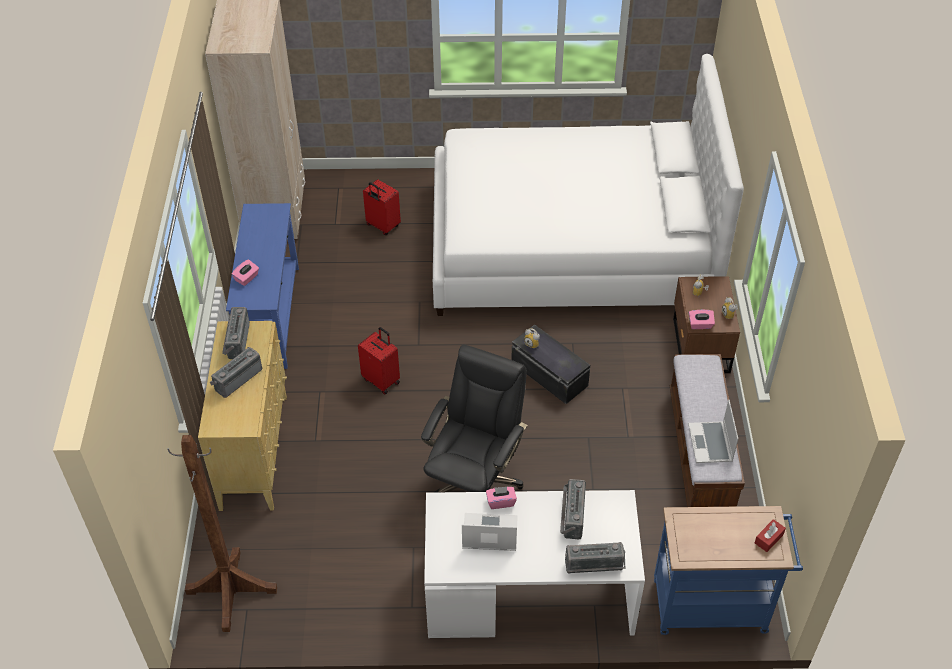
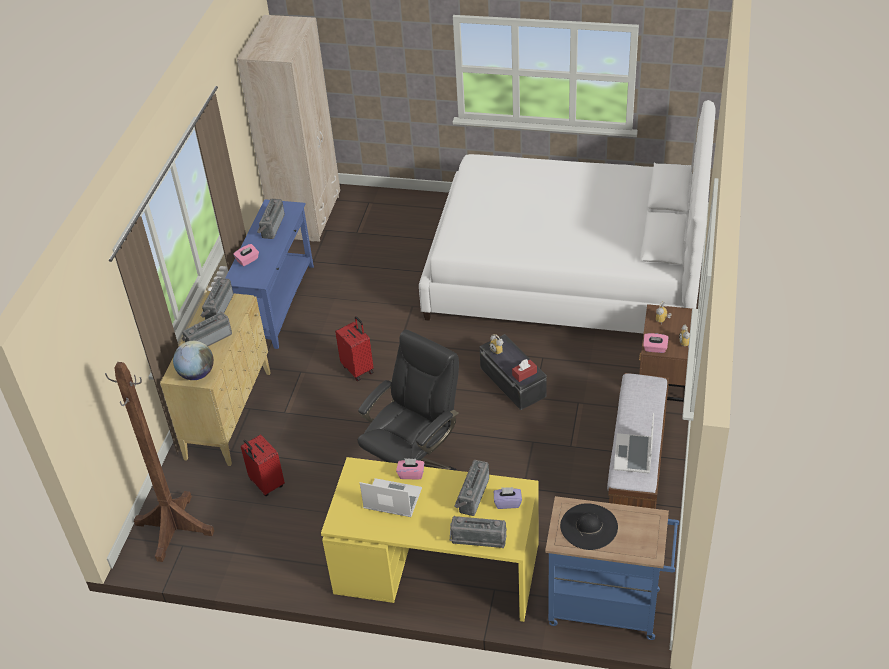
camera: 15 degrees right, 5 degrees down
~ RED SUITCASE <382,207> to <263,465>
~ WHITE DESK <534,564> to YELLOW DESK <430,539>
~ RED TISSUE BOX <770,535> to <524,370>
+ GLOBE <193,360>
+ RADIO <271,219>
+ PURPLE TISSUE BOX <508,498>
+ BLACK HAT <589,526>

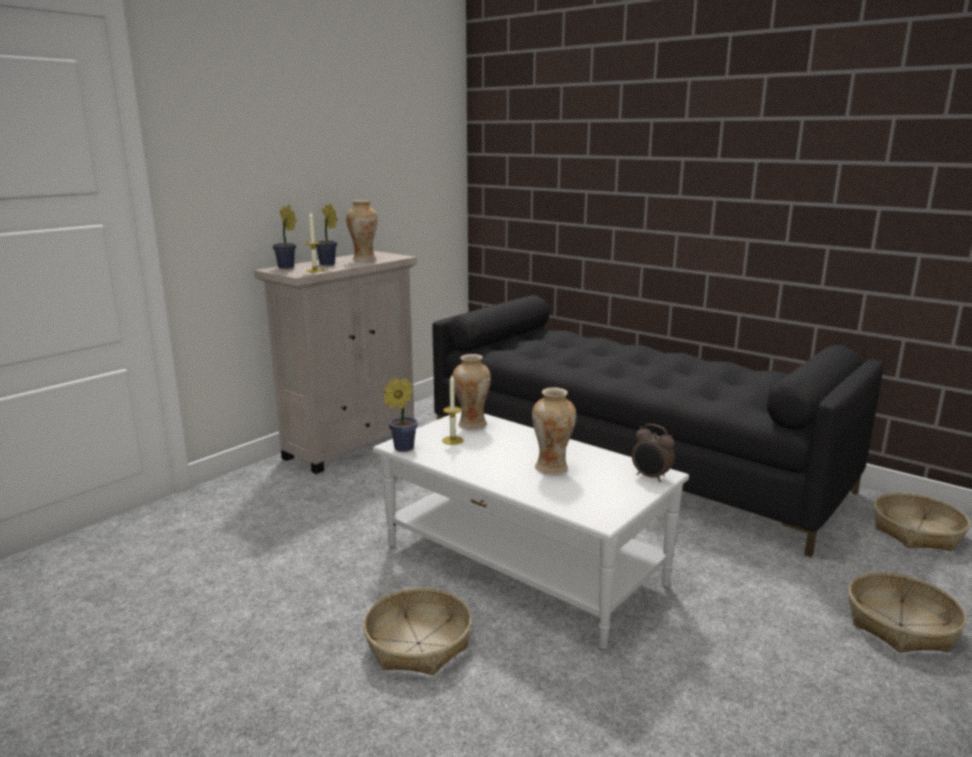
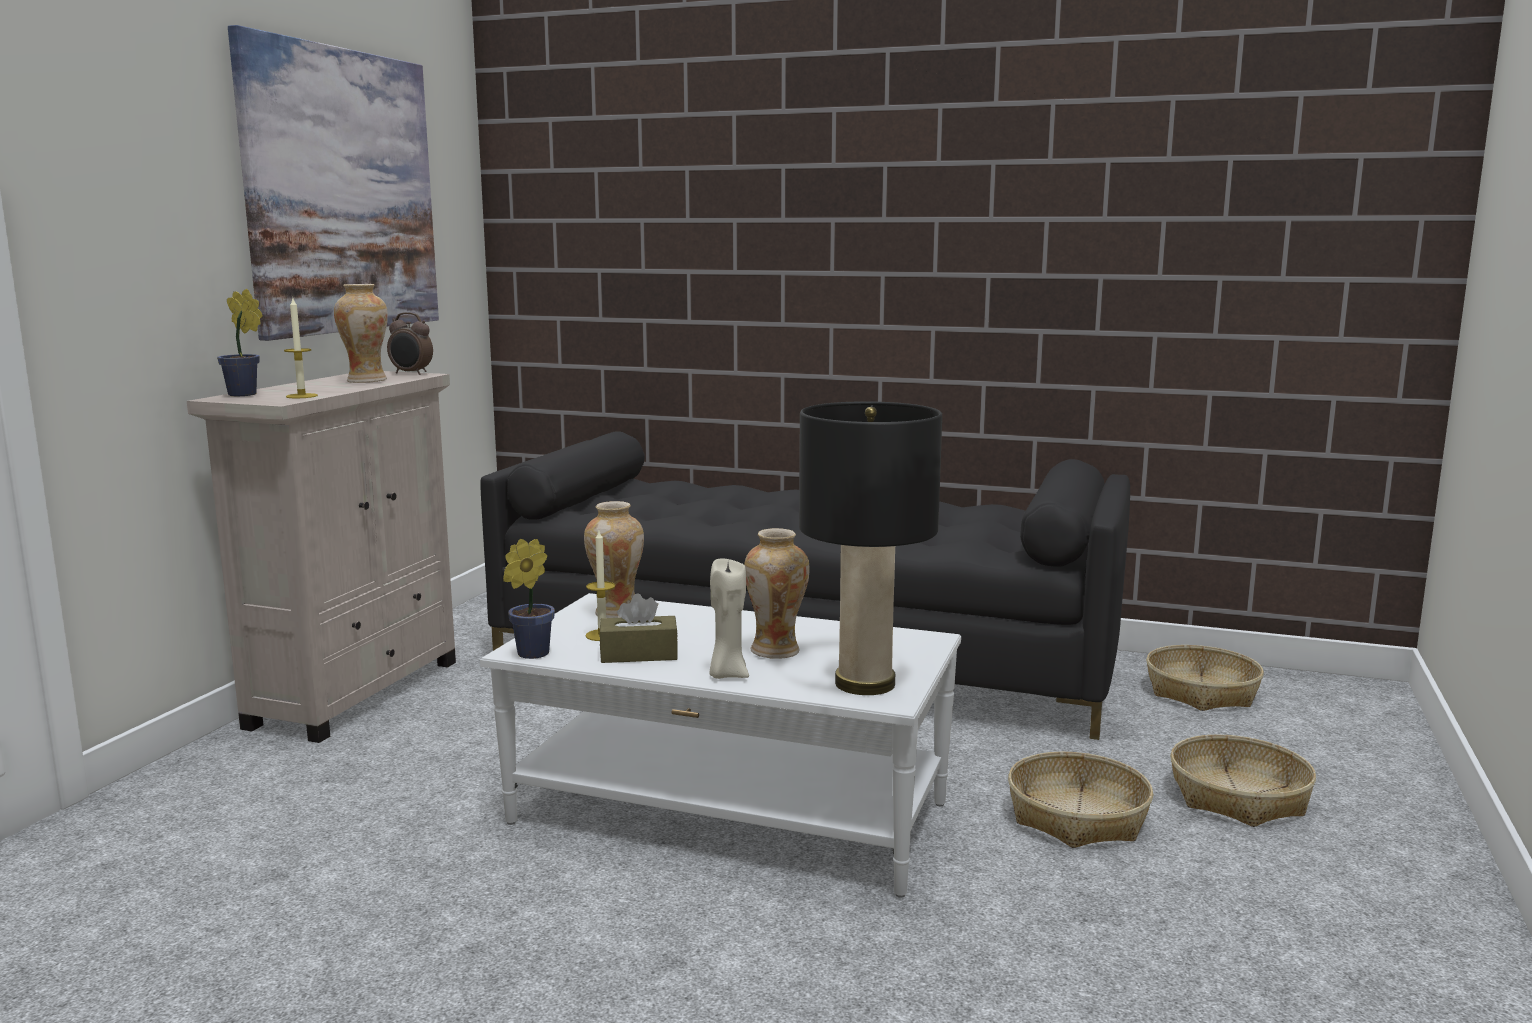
camera: 20 degrees left, 5 degrees down
- POTTED PLANT <327,234>
~ BASKET <417,631> to <1080,800>
~ ALARM CLOCK <653,453> to <410,343>
+ PICTURE <333,183>
+ BROWN TISSUE BOX <638,628>
+ BEIGE CANDLE <729,618>
+ BLACK TABLE LAMP <870,548>

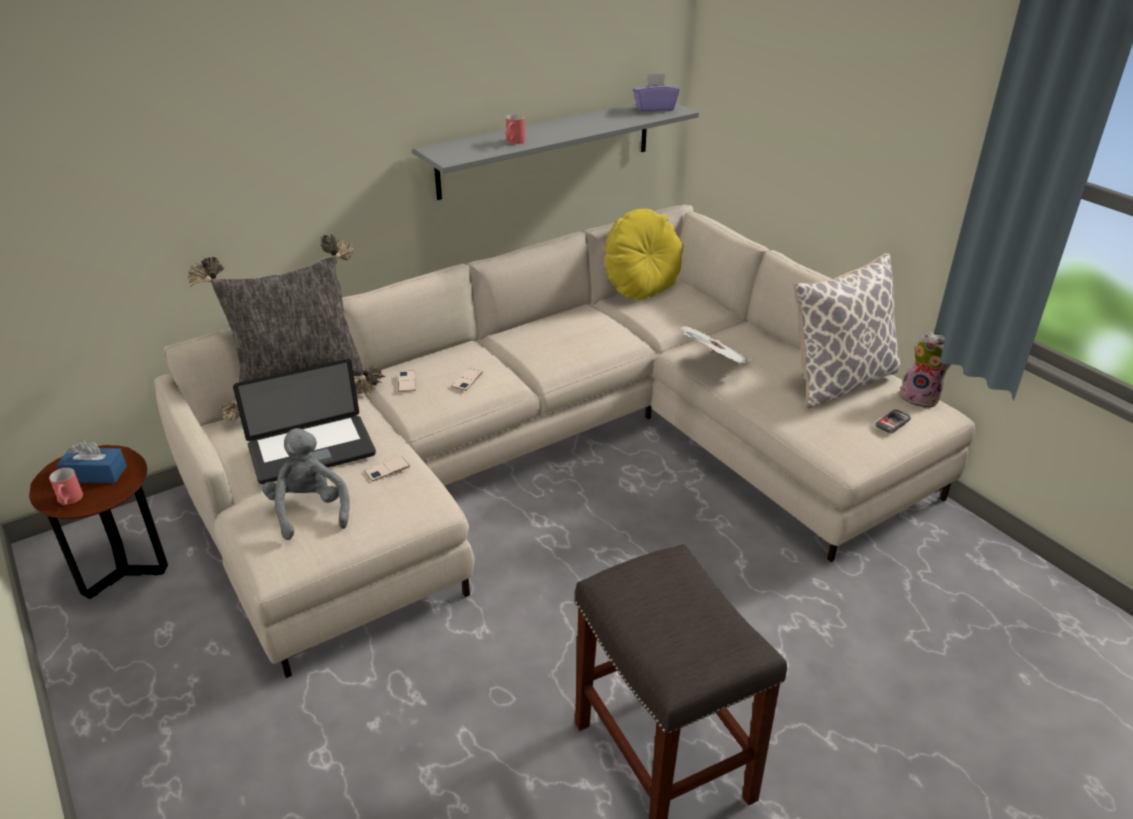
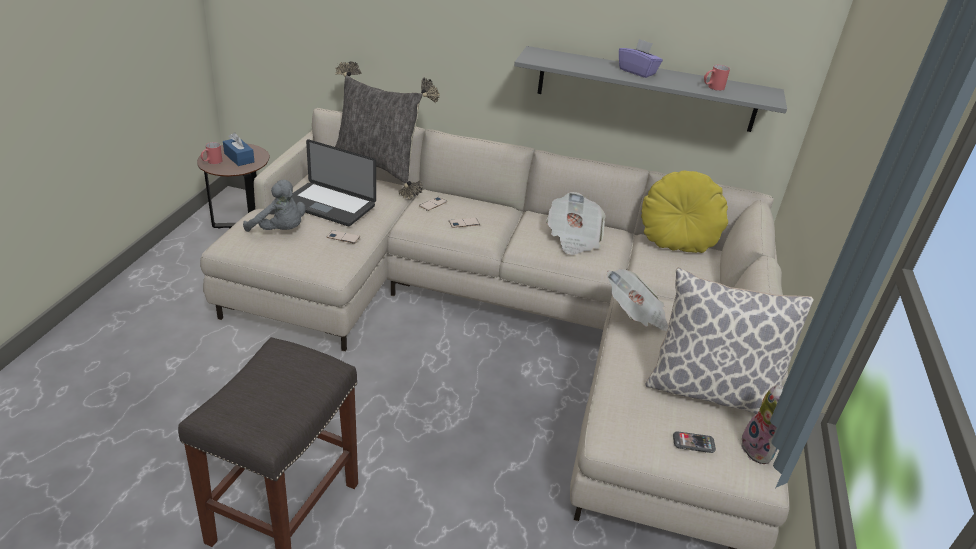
camera: 45 degrees right, 0 degrees up
~ GREY PLUSH TOY <305,484> = <274,205> 90 degrees clockwise
~ RED MUG <516,129> to <717,78>
~ PURPLE TISSUE BOX <656,93> to <641,58>
+ NEWSPAPER <576,223>

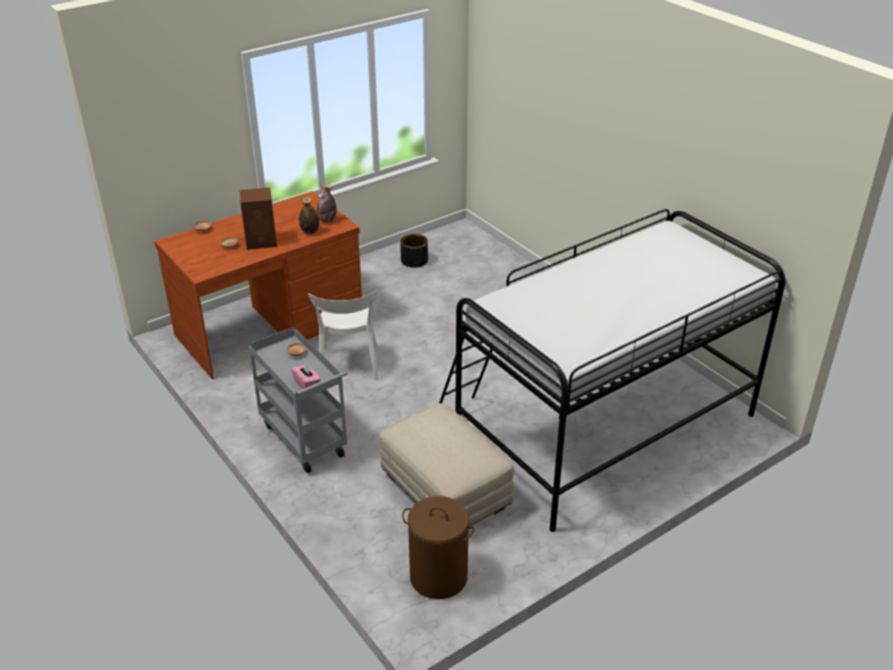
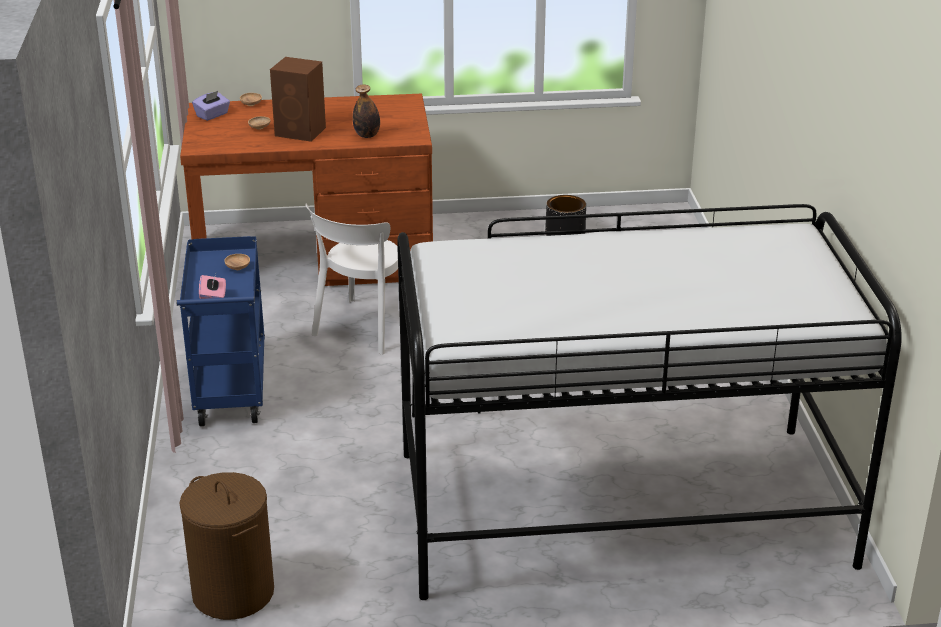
camera: 30 degrees right, 5 degrees down
~ GREY CART <298,400> to BLUE CART <220,331>
- BOTTLE <327,204>
- BEIGE OTTOMAN <447,464>
+ PURPLE TISSUE BOX <211,106>

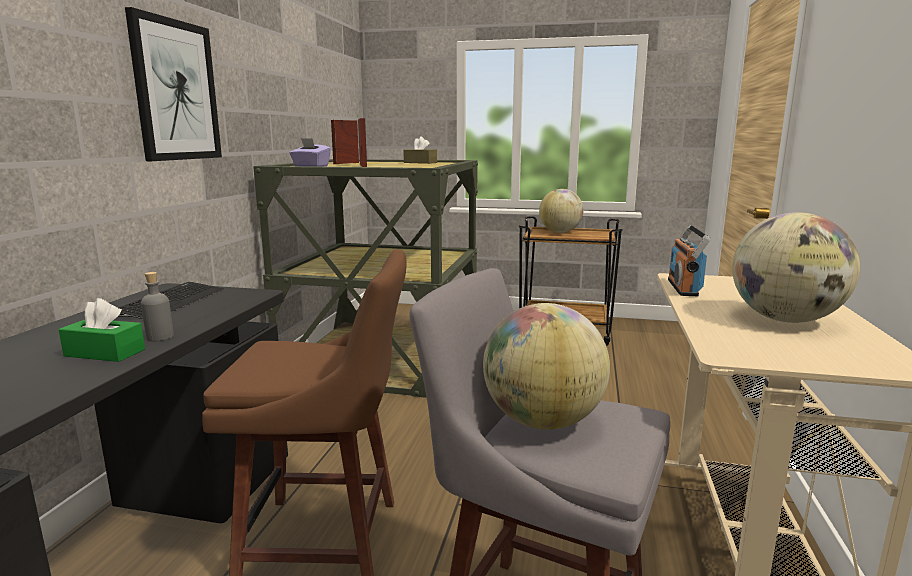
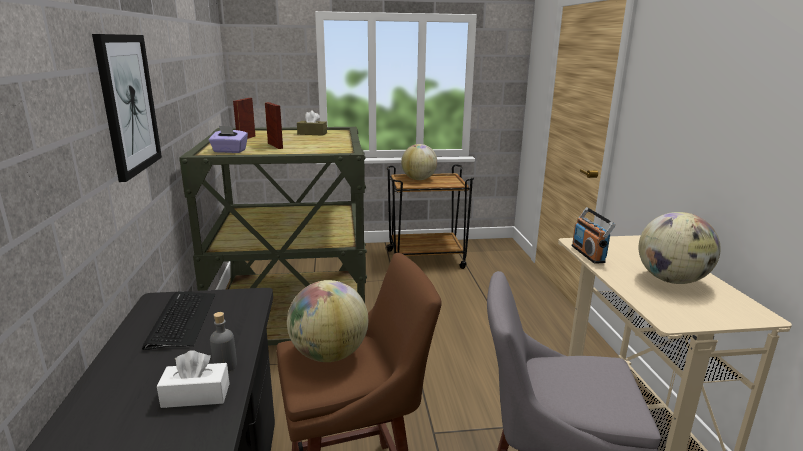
camera: 20 degrees left, 5 degrees up
~ GREEN TISSUE BOX <102,330> to WHITE TISSUE BOX <193,379>
~ GLOBE <546,366> to <327,321>

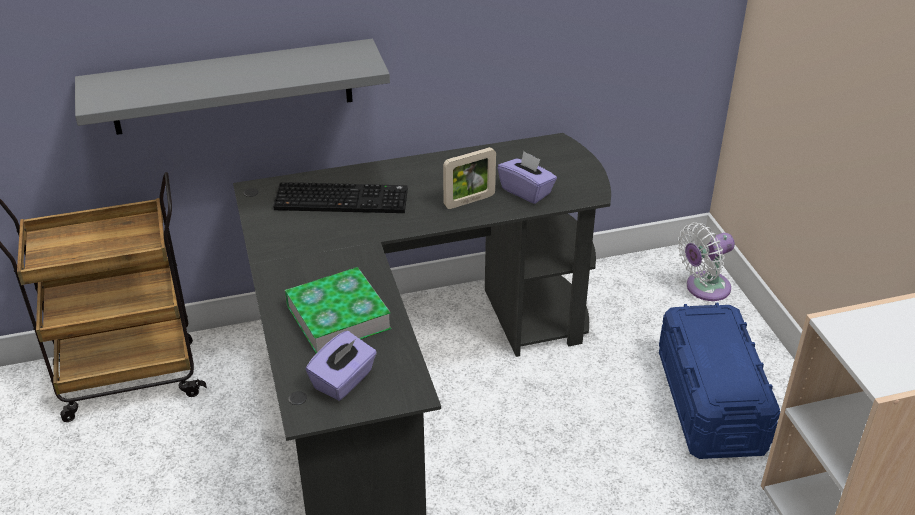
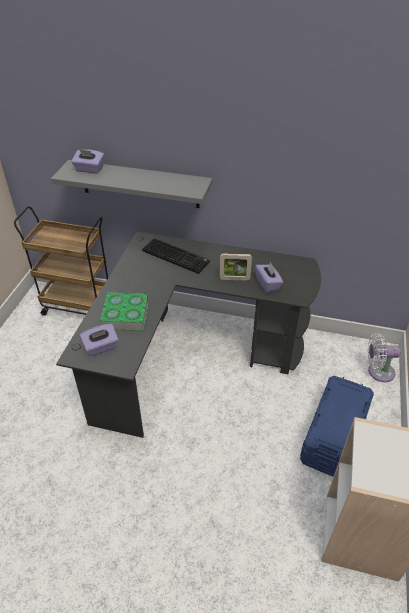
camera: 30 degrees right, 5 degrees up
+ PURPLE TISSUE BOX <87,161>

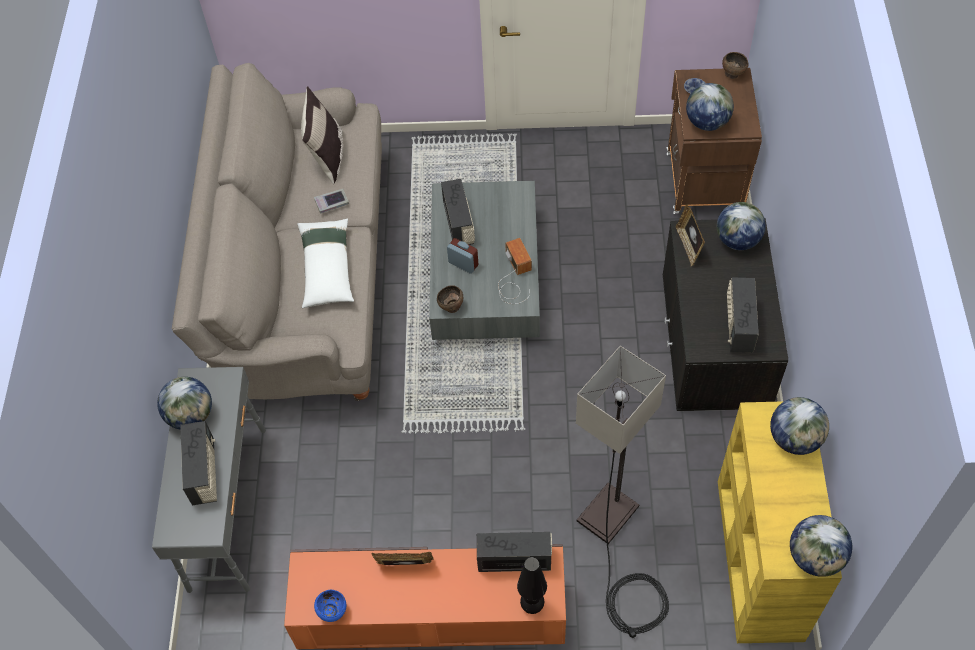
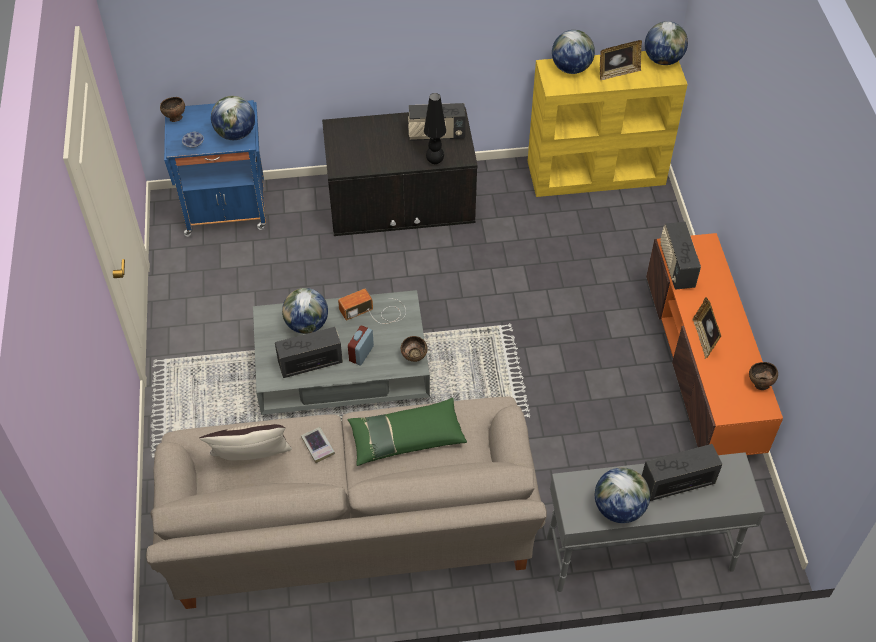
camera: 100 degrees left, 5 degrees down
~ WHITE PILLOW <325,263> to GREEN PILLOW <407,432>
~ BLUE BOWL <330,606> to BROWN BOWL <763,376>
~ BLACK TABLE LAMP <532,585> to <435,128>
- FLOOR LAMP <622,492>
~ BROWN CART <714,141> to BLUE CART <215,168>
~ PICTURE FRAME <690,235> to <621,60>
~ GLOBE <741,226> to <305,311>

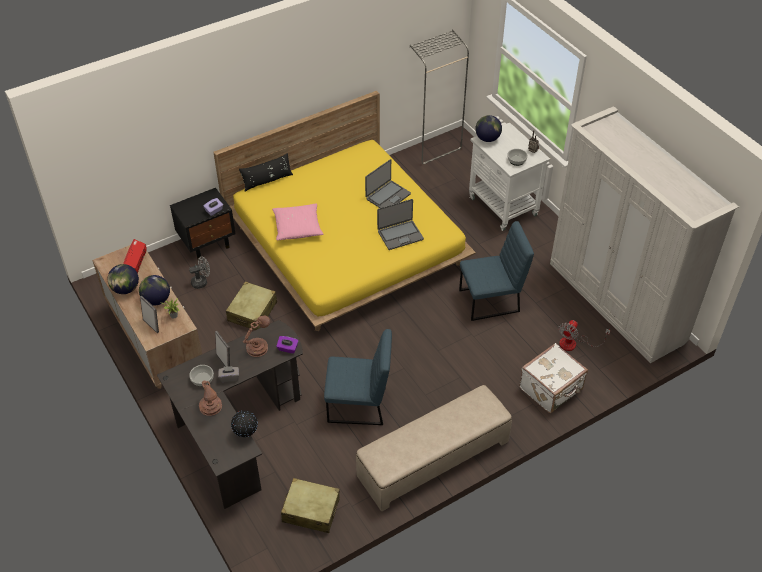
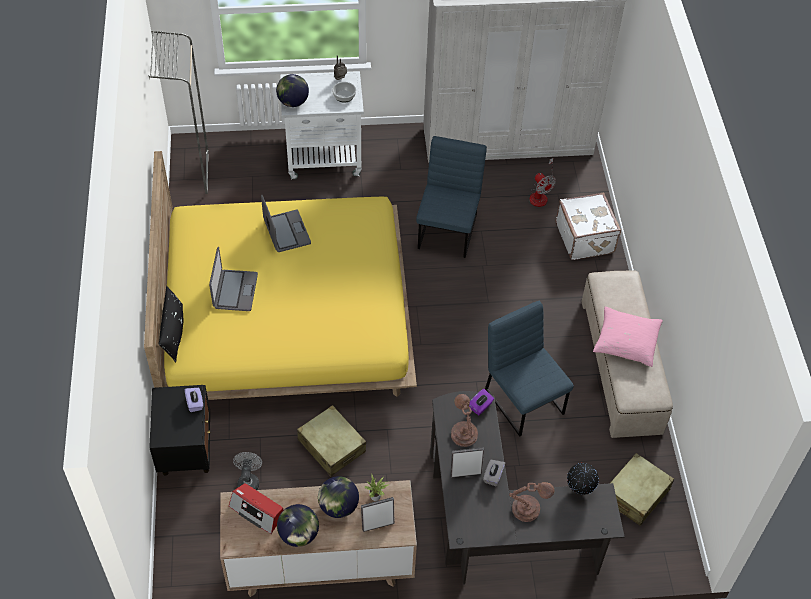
camera: 65 degrees left, 5 degrees up
- BOWL <201,376>
~ PINK PILLOW <297,222> to <628,337>
~ BLUE CHAIR <358,377> = <529,369> 60 degrees counterclockwise
~ LAPTOP <400,224> to <233,279>

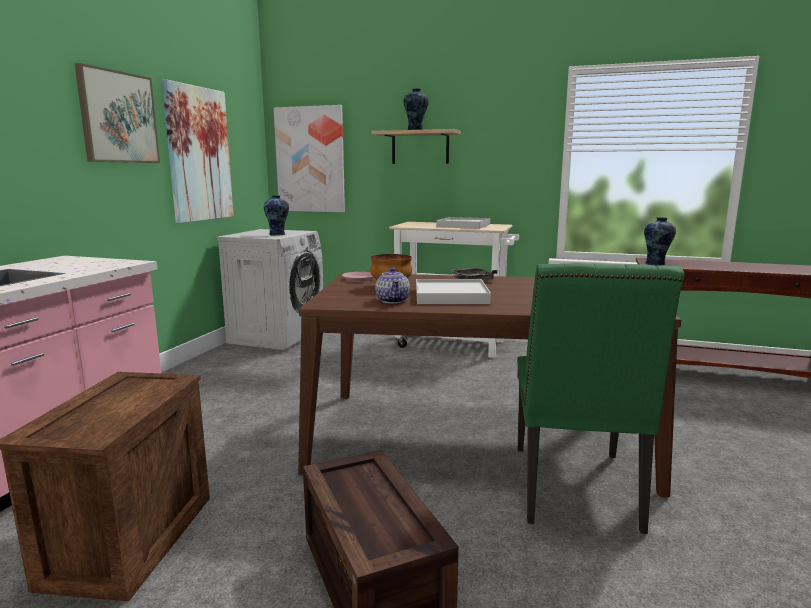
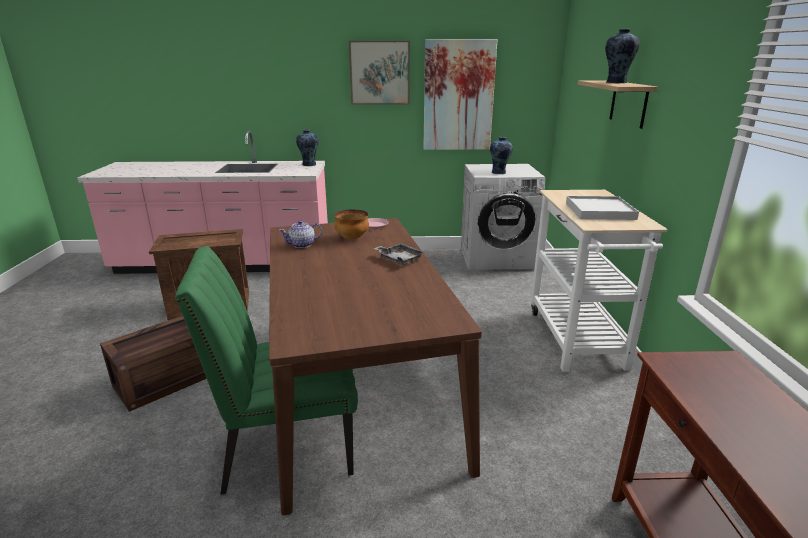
camera: 70 degrees right, 10 degrees up
- PICTURE <309,158>
- WHITE TRAY <453,291>
~ VASE <660,241> to <307,147>

